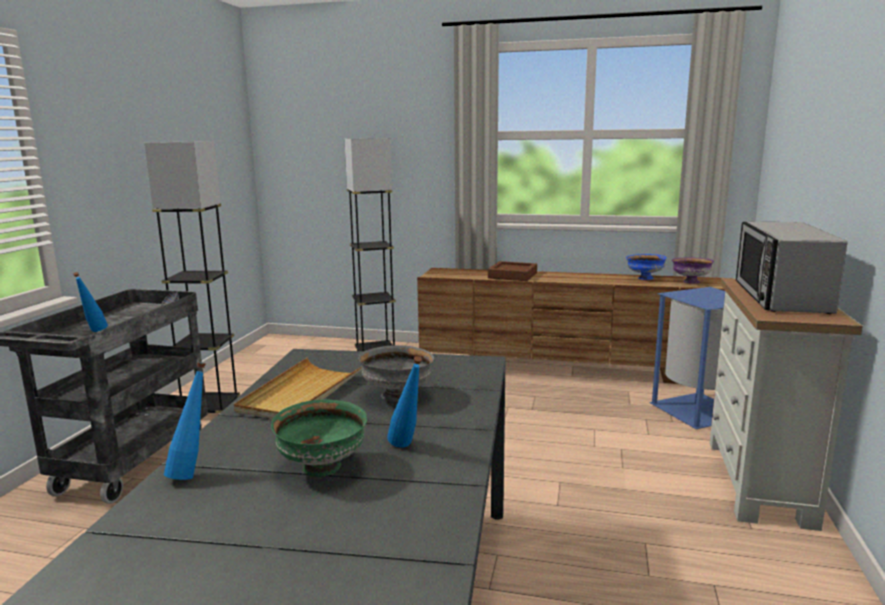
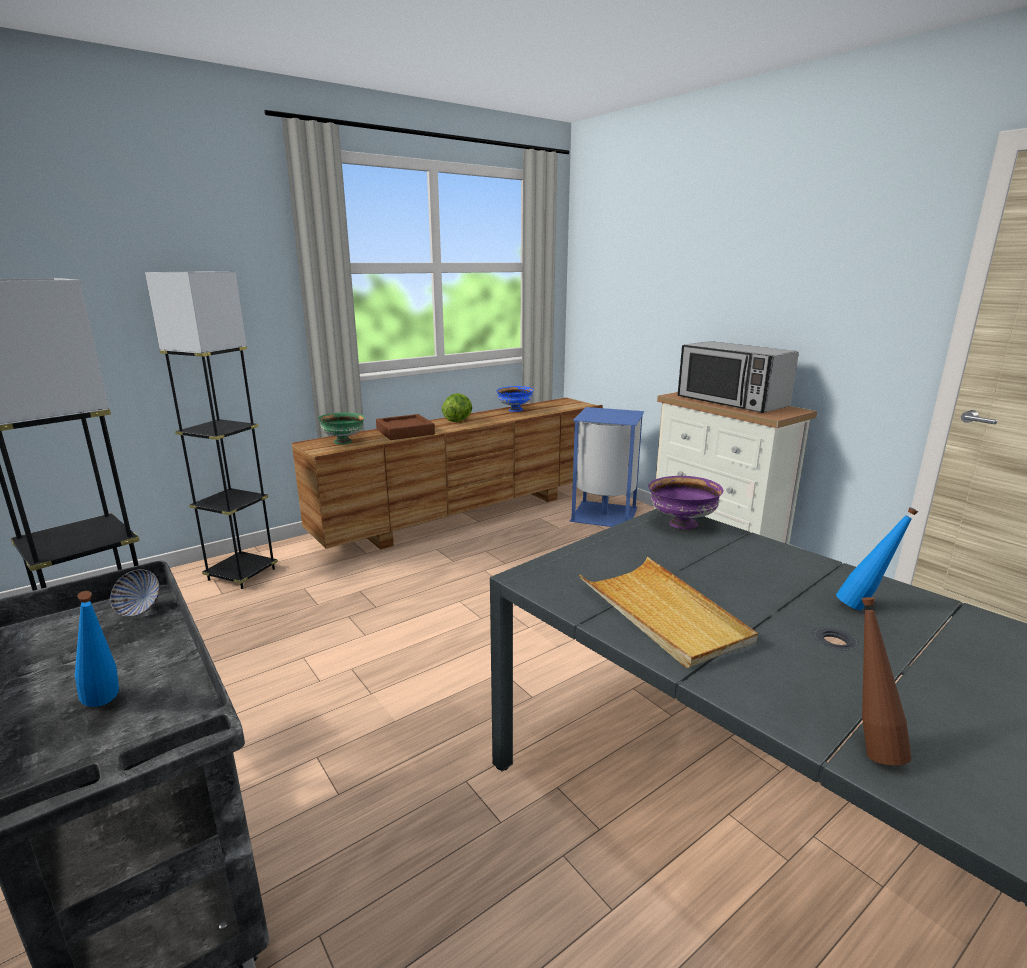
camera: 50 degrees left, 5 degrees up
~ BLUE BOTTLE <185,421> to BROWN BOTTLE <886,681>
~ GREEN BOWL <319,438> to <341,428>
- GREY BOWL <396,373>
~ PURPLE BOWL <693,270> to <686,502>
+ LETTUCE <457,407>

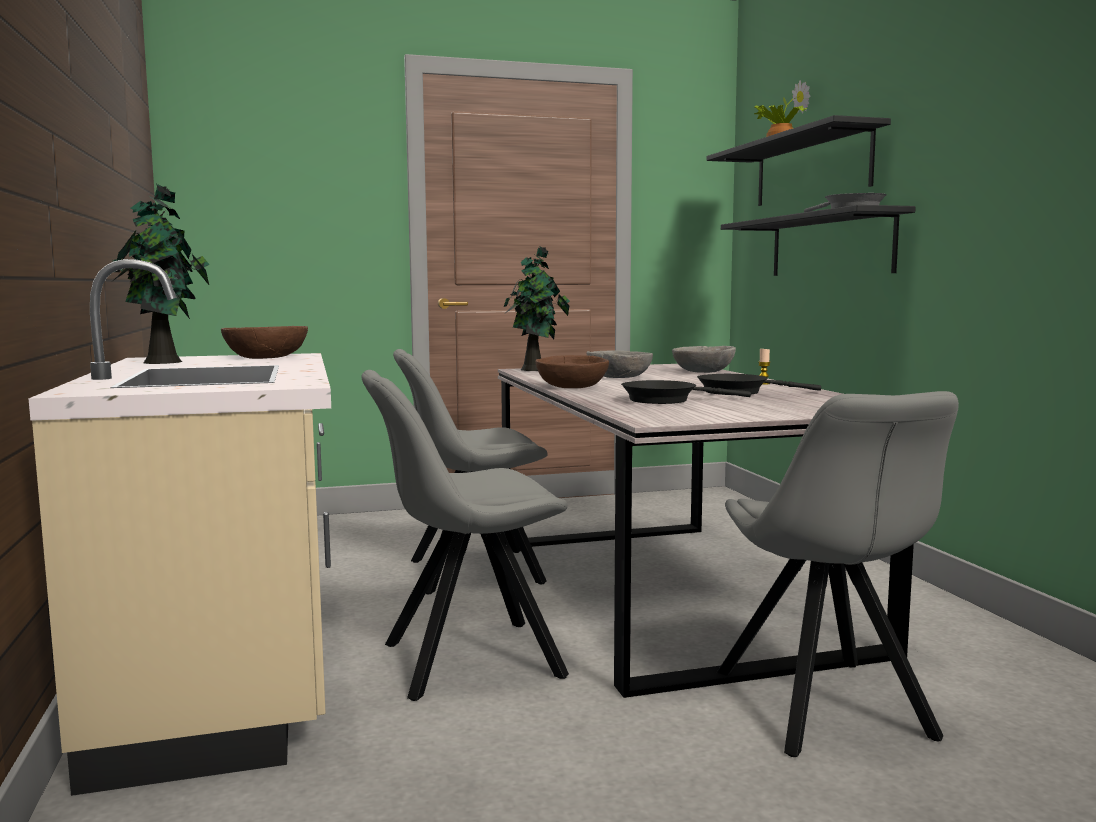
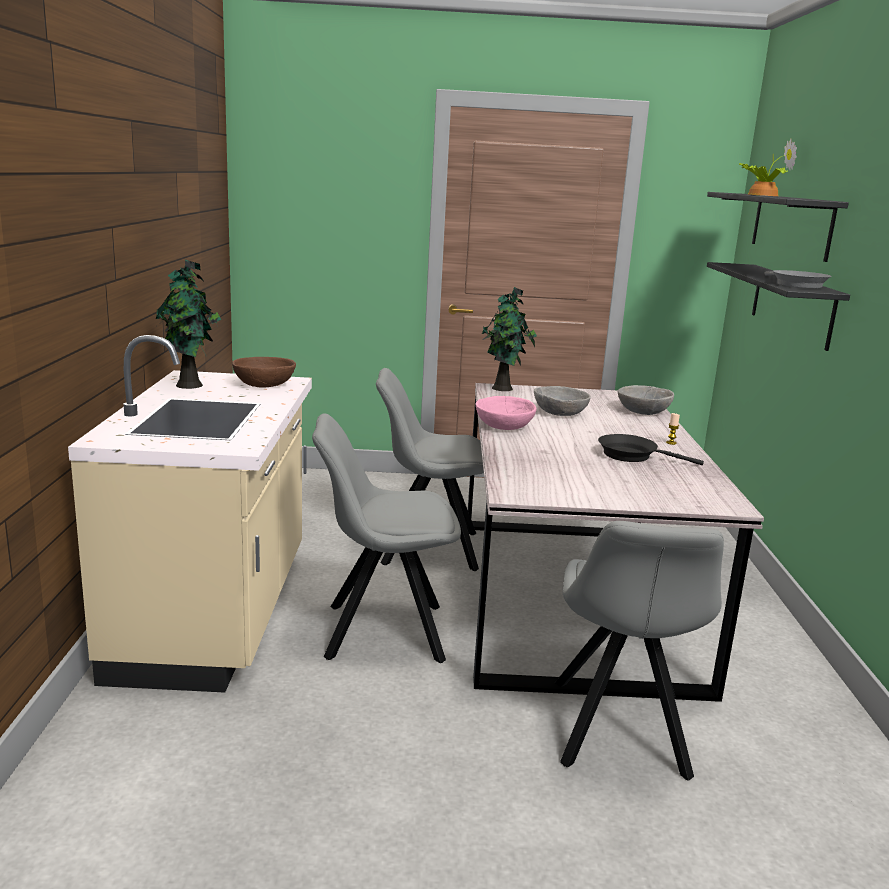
camera: 15 degrees right, 10 degrees up
~ BROWN BOWL <572,371> to PINK BOWL <506,413>
- BLACK FRYING PAN <686,392>

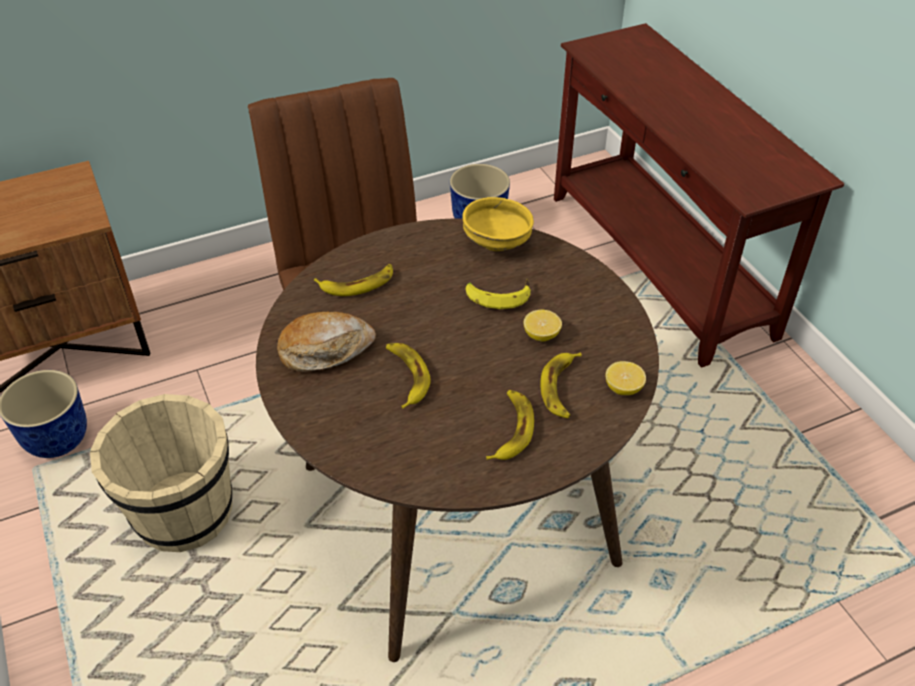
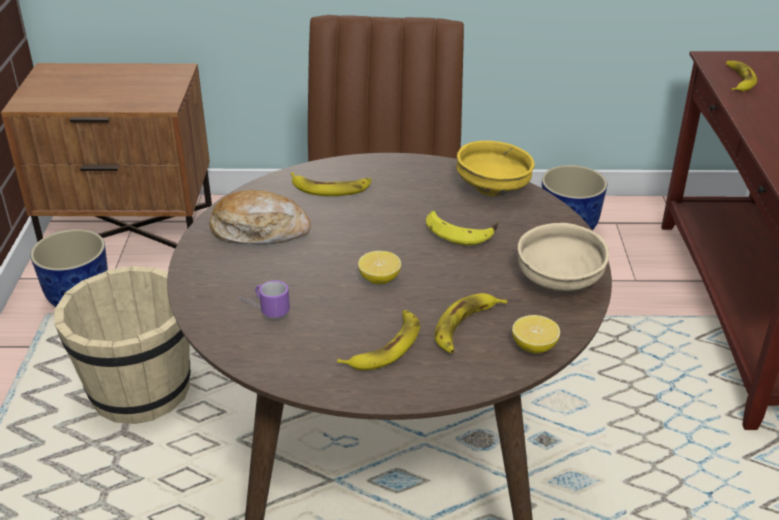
camera: 25 degrees right, 10 degrees down
~ BANANA <408,376> to <741,76>
~ LEMON <543,326> to <379,268>
+ MUG <264,299>
+ BEIGE BOWL <563,257>

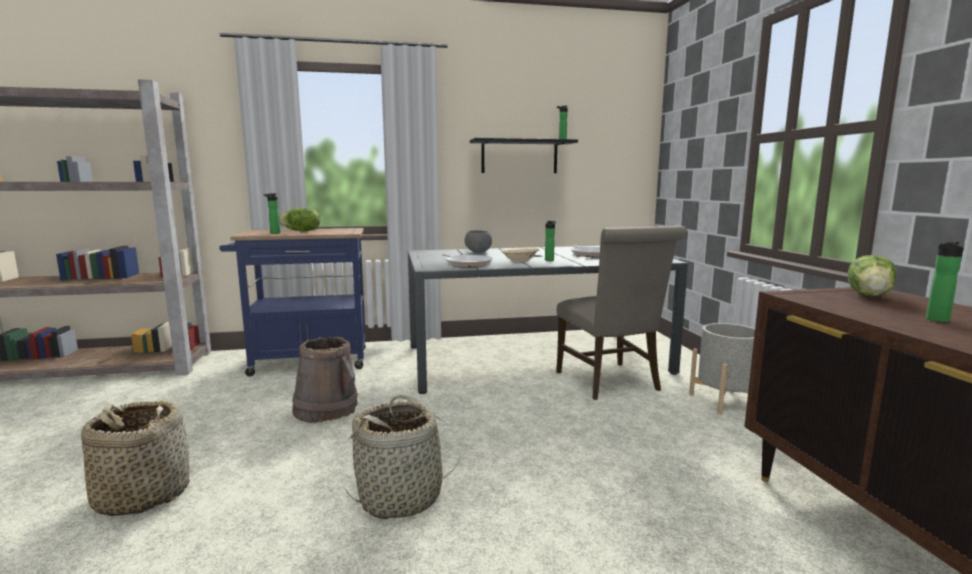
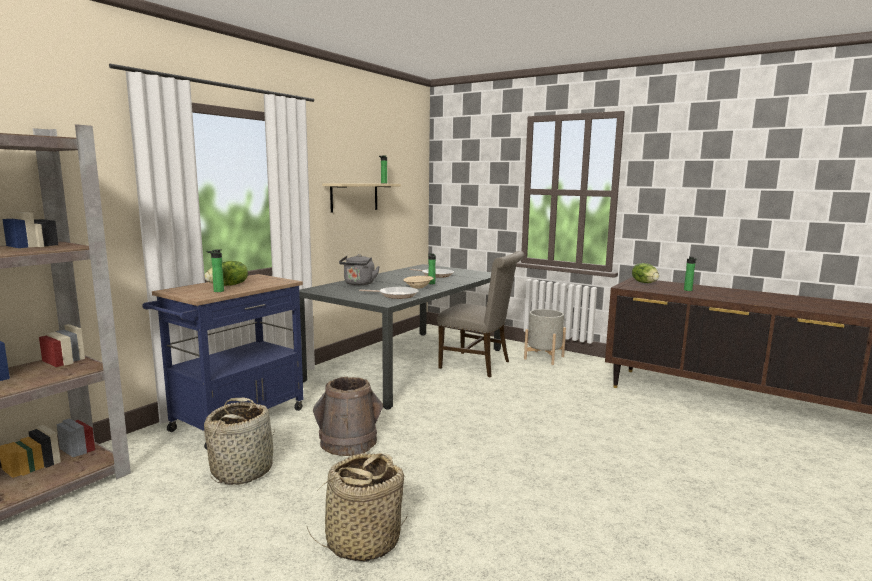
camera: 45 degrees left, 0 degrees up
~ BASKET <402,457> to <239,441>
~ GREY BOWL <478,241> to GREY KETTLE <359,269>
~ BLACK SHELF <524,155> to BEIGE SHELF <361,198>

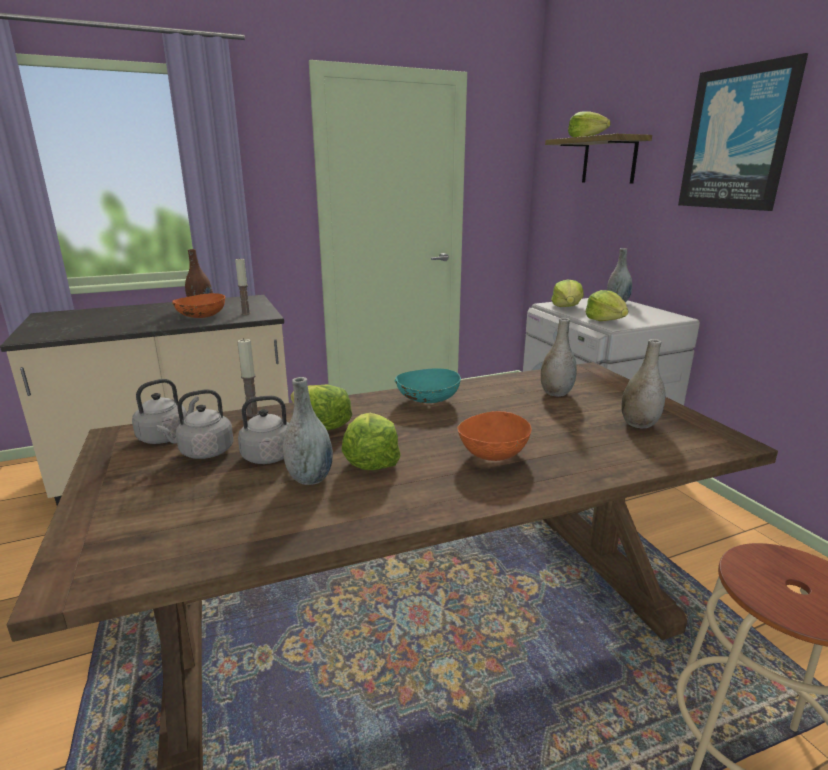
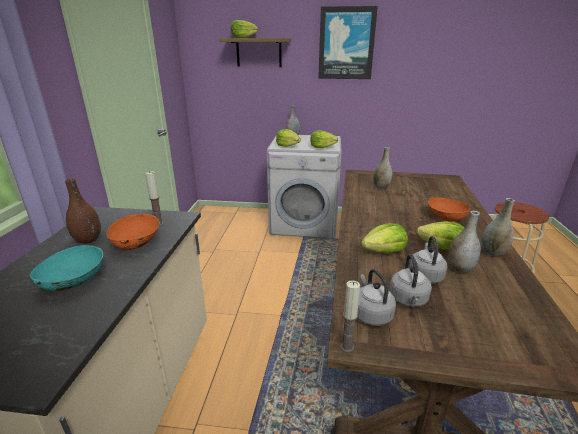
camera: 60 degrees left, 5 degrees up
~ CANDLE <248,377> to <350,316>
~ TURQUOISE BOWL <428,385> to <66,268>
~ GREY VASE <643,383> to <498,227>

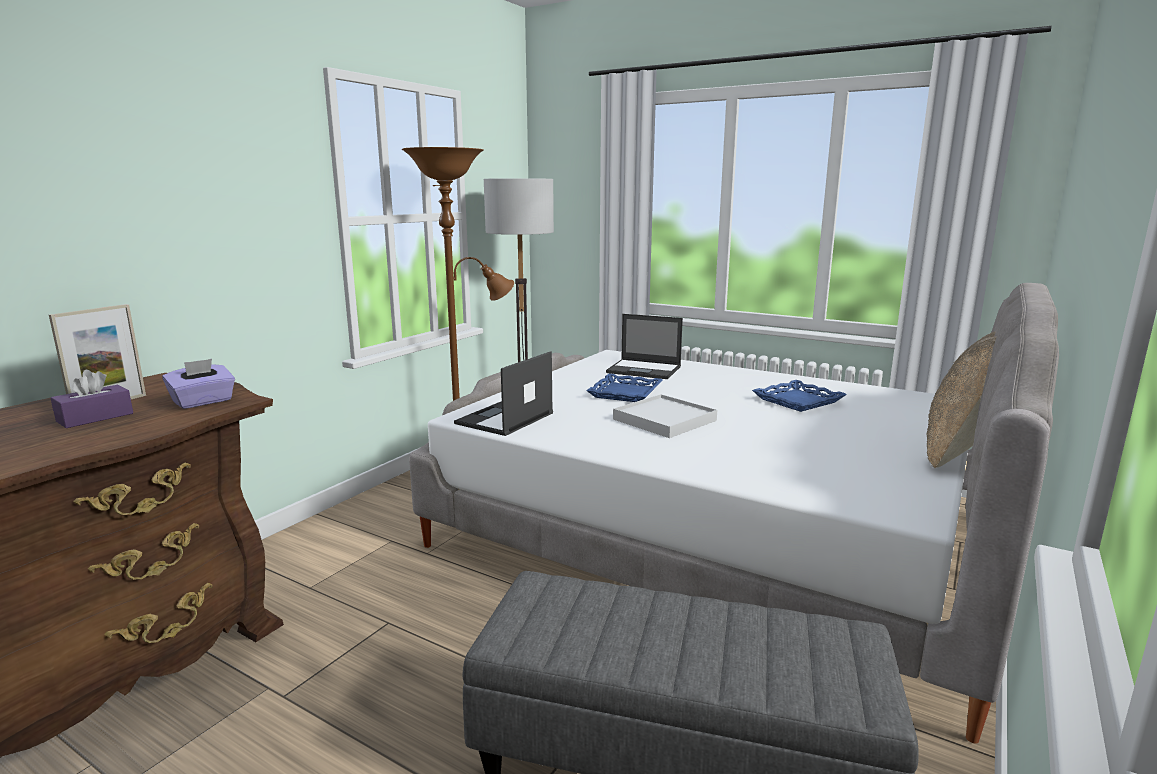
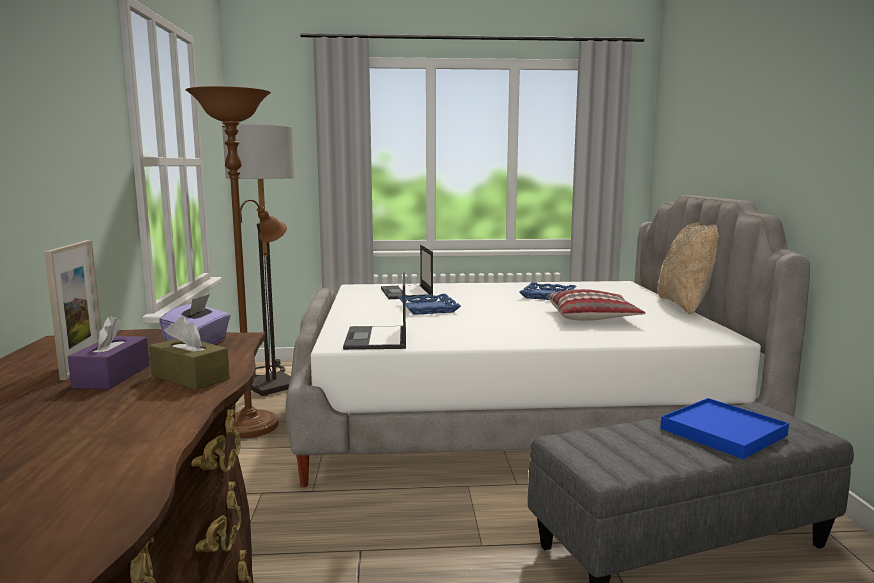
camera: 35 degrees left, 5 degrees down
~ LAPTOP <644,346> = <407,272> 90 degrees clockwise
- WHITE TRAY <665,416>
+ BROWN TISSUE BOX <189,353>
+ PILLOW <596,305>
+ BLUE TRAY <725,428>

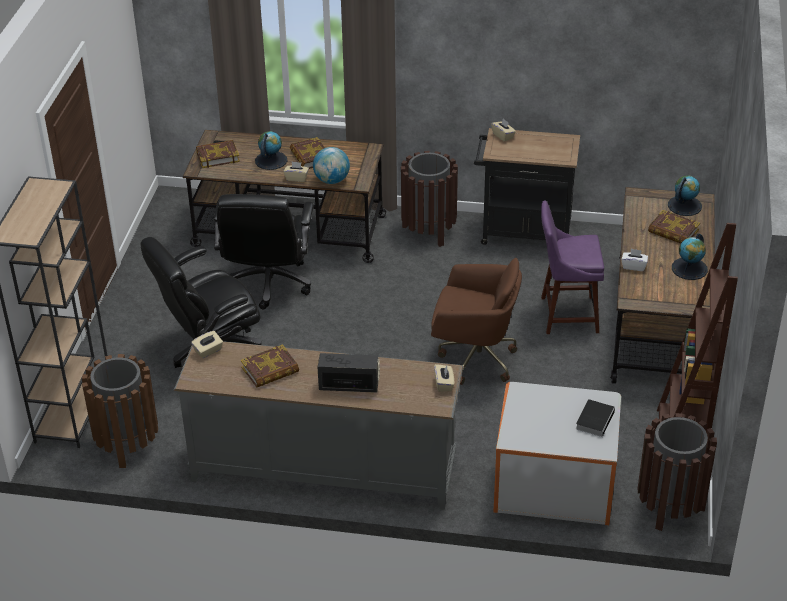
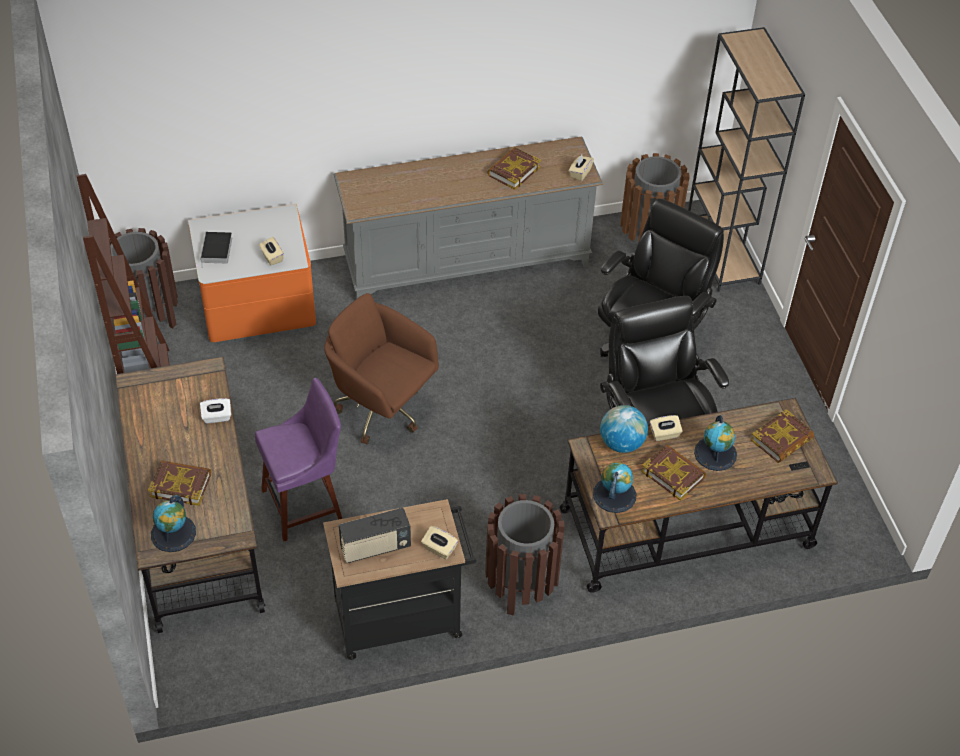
camera: 155 degrees right, 10 degrees up
~ RADIO <349,373> to <375,535>
~ BROWN OFFICE CHAIR <476,321> = <381,368> 45 degrees clockwise
~ BEIGE TISSUE BOX <444,378> to <271,251>
~ GLOBE <690,257> to <614,487>

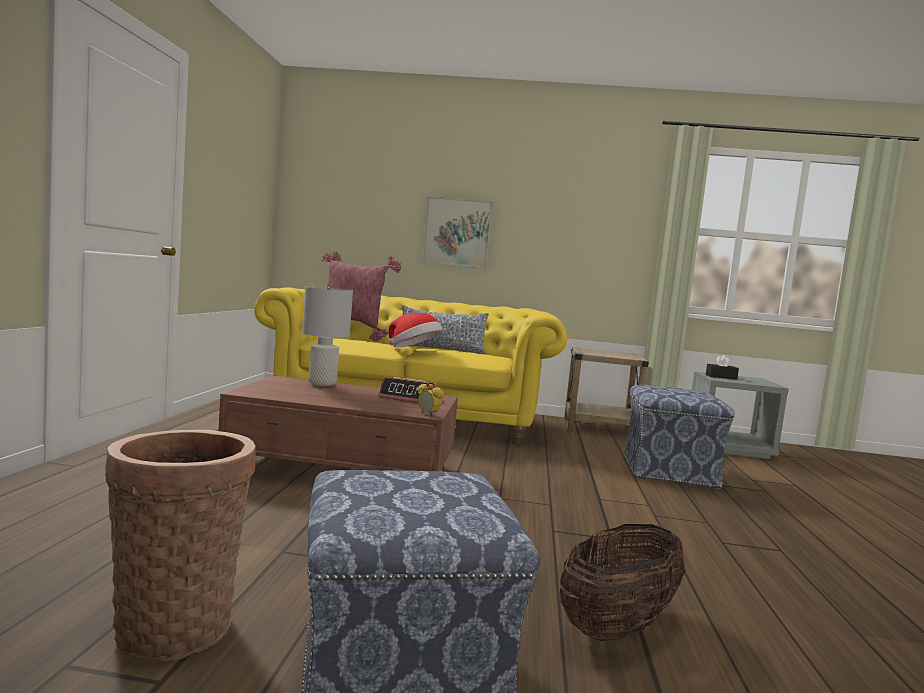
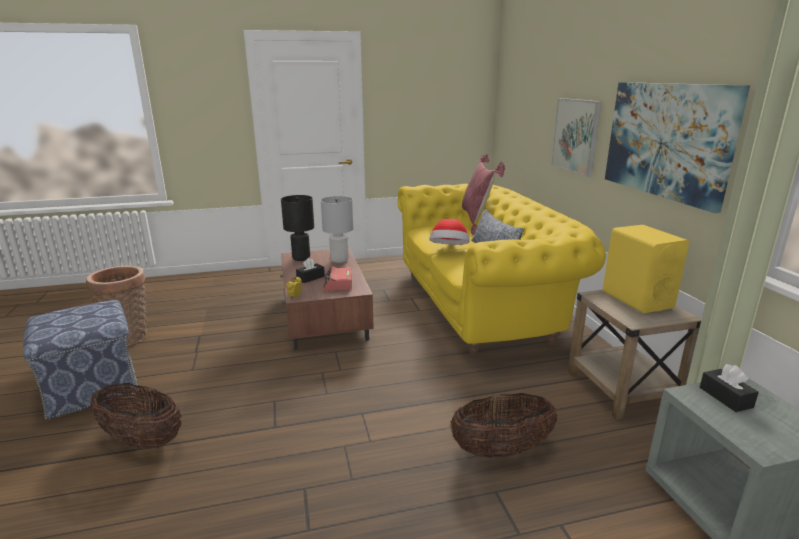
camera: 70 degrees right, 15 degrees up
~ OTTOMAN <679,437> to BASKET <503,425>
+ BLACK TABLE LAMP <297,228>
+ BLACK TISSUE BOX <310,270>
+ YELLOW SPEAKER <646,269>
+ PICTURE <677,147>

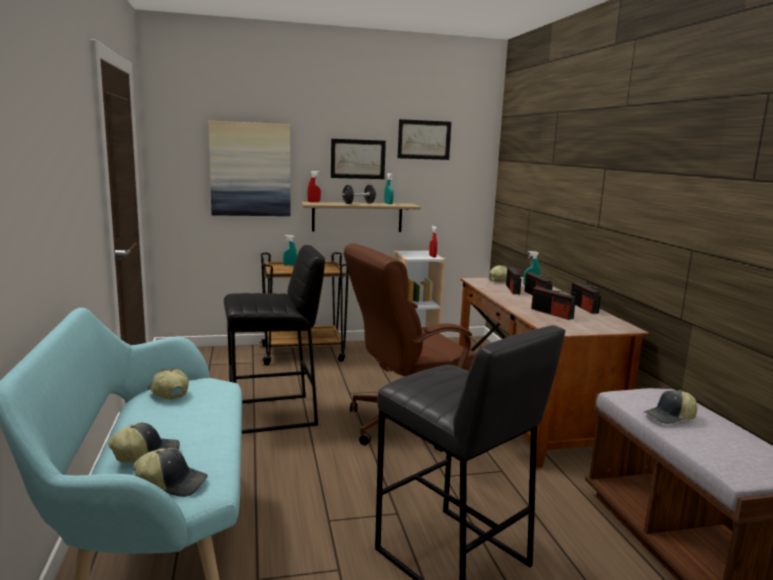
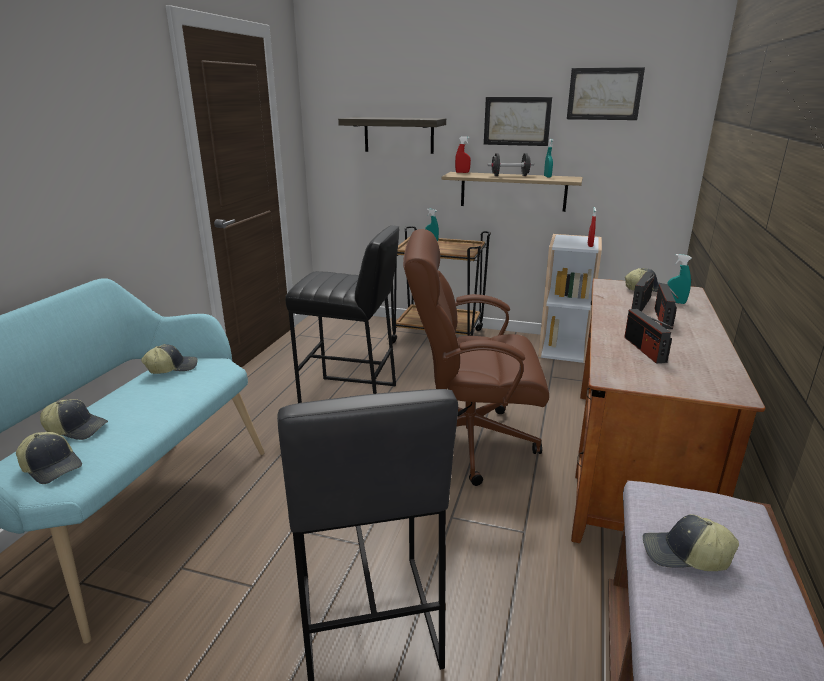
camera: 30 degrees right, 10 degrees up
~ CAP <168,384> = <169,359> 75 degrees clockwise
~ PICTURE <249,168> to SHELF <392,135>
- RADIO <586,298>

